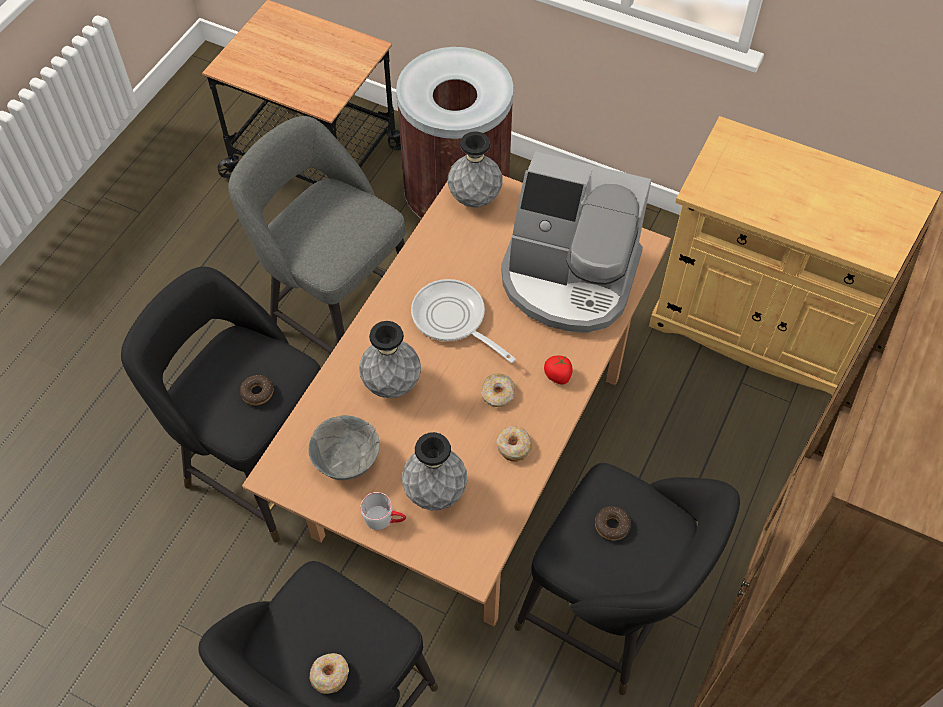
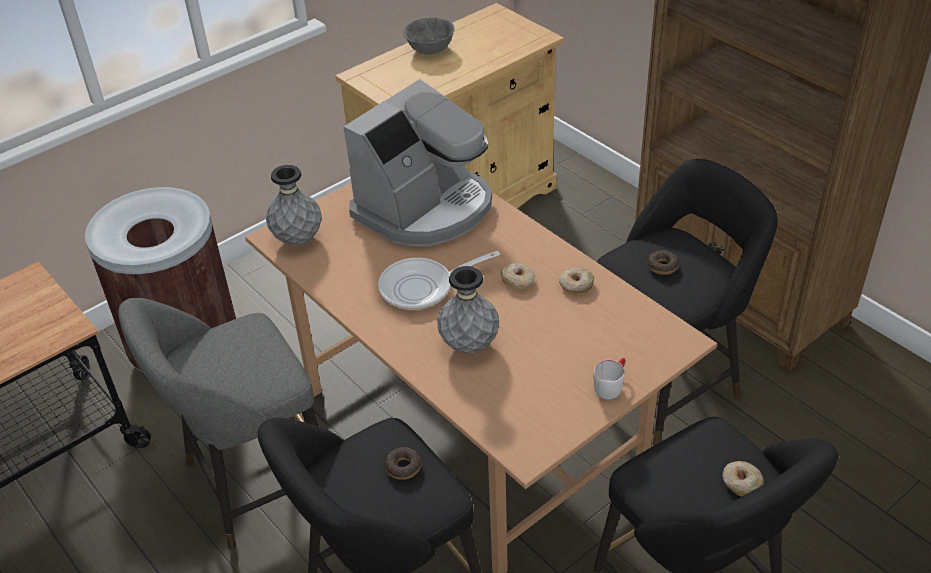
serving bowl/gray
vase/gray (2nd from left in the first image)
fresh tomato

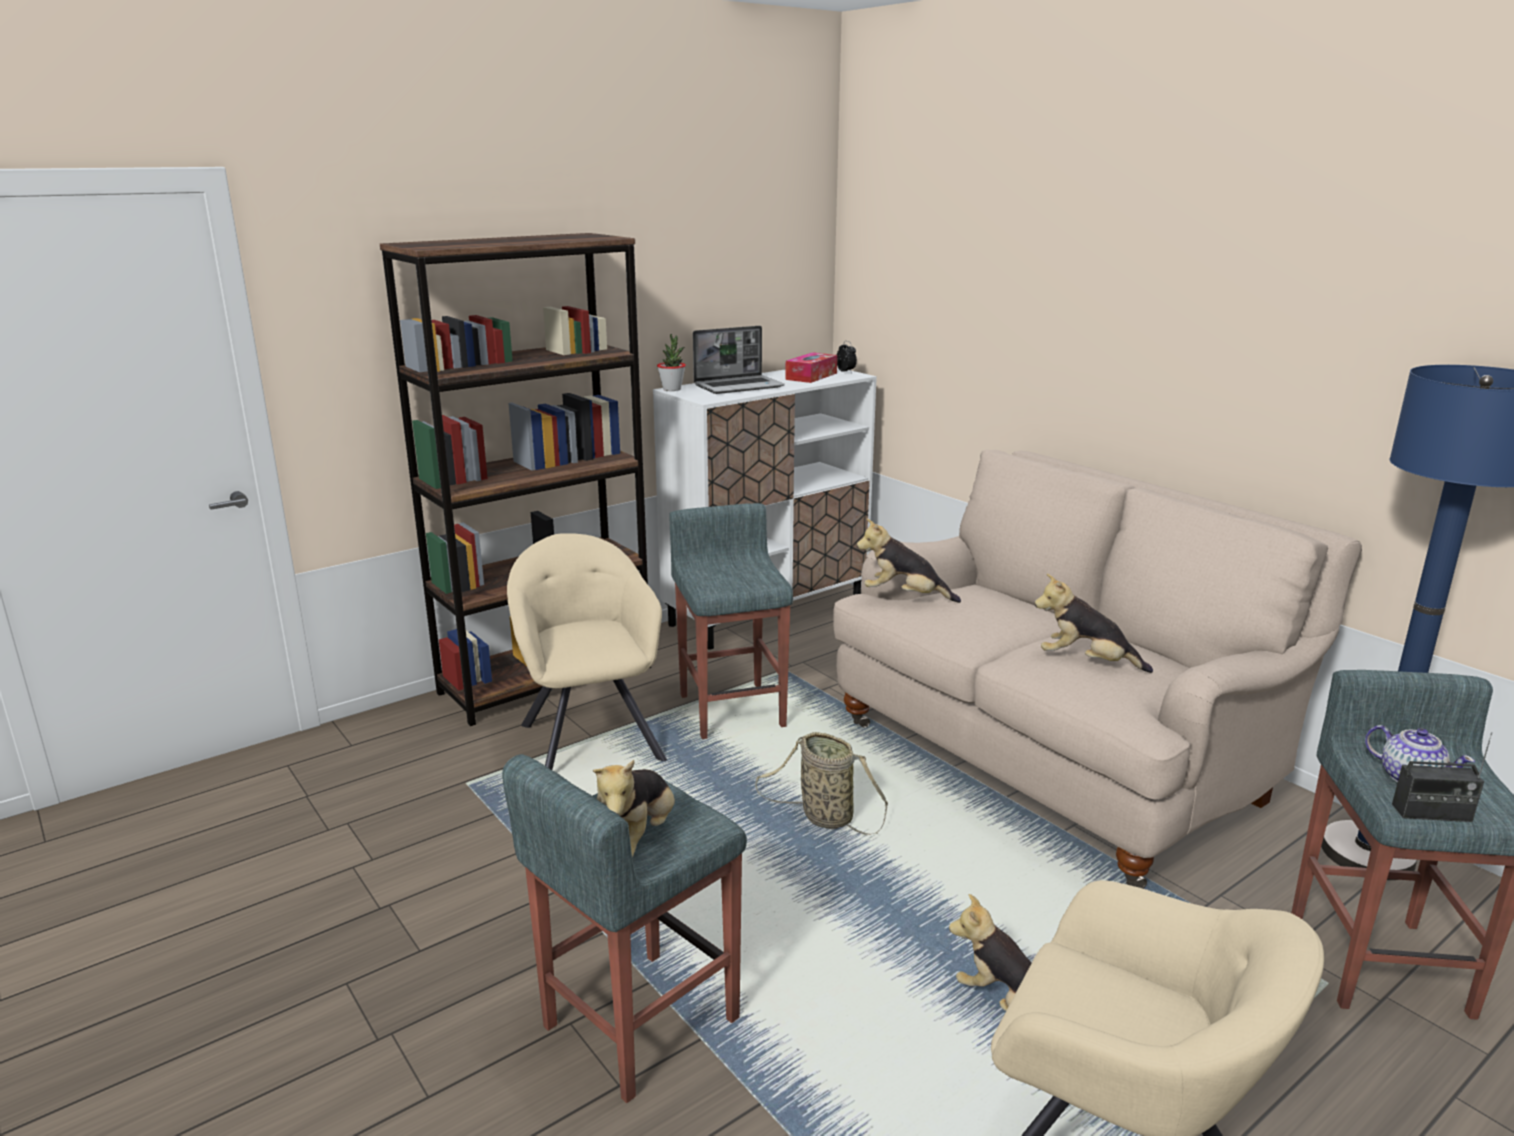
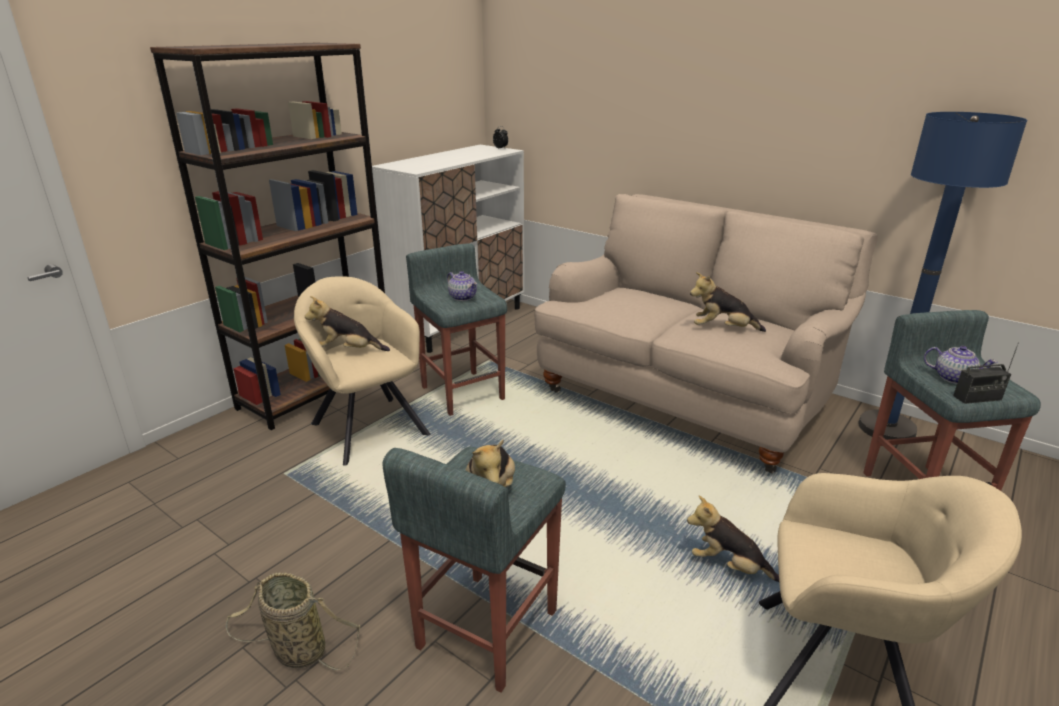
household basket
soft toy (1st from left)
pot for tea (1st from left)
potted plant
portable computer
tissue holder

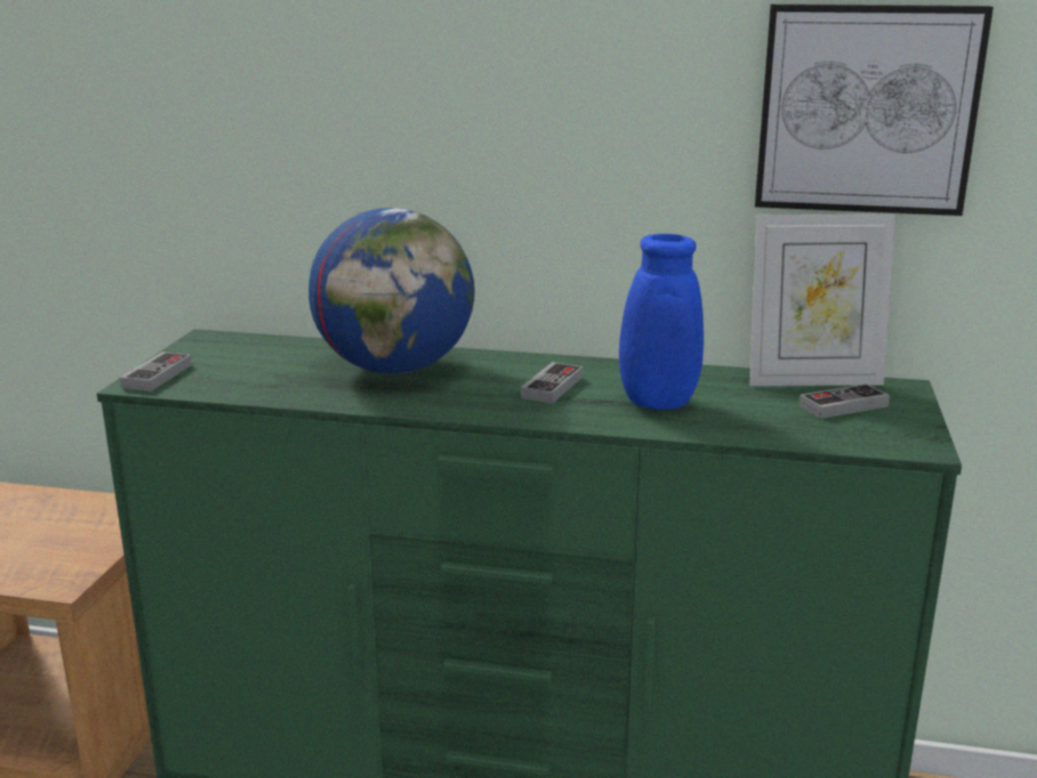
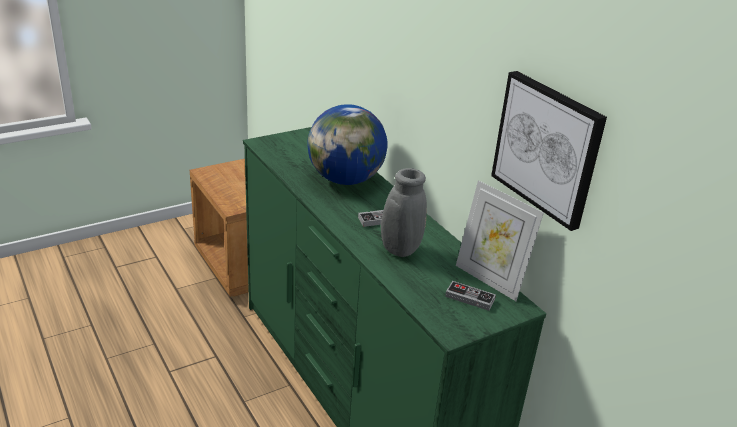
vase/gray
gamepad (1st from left in the first image)

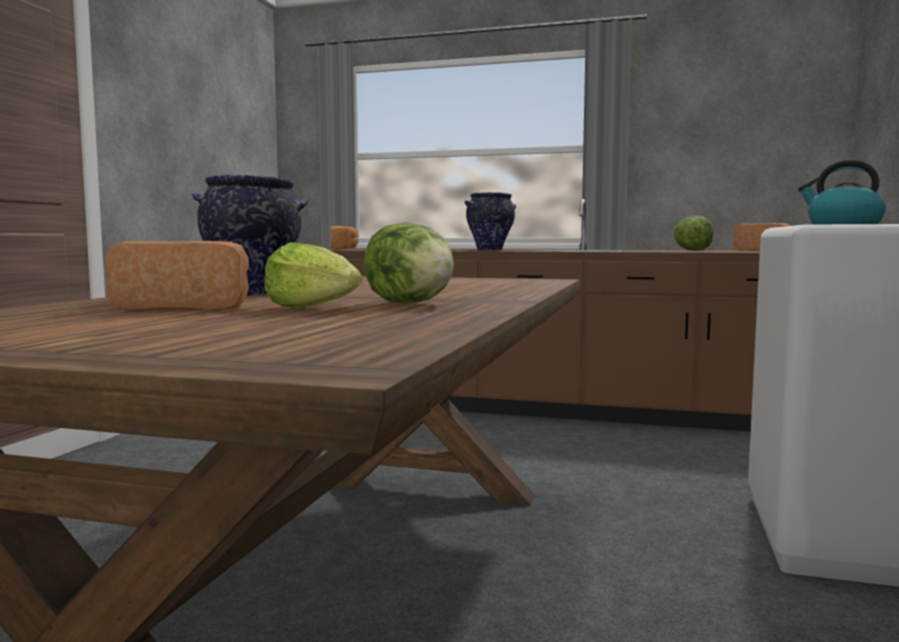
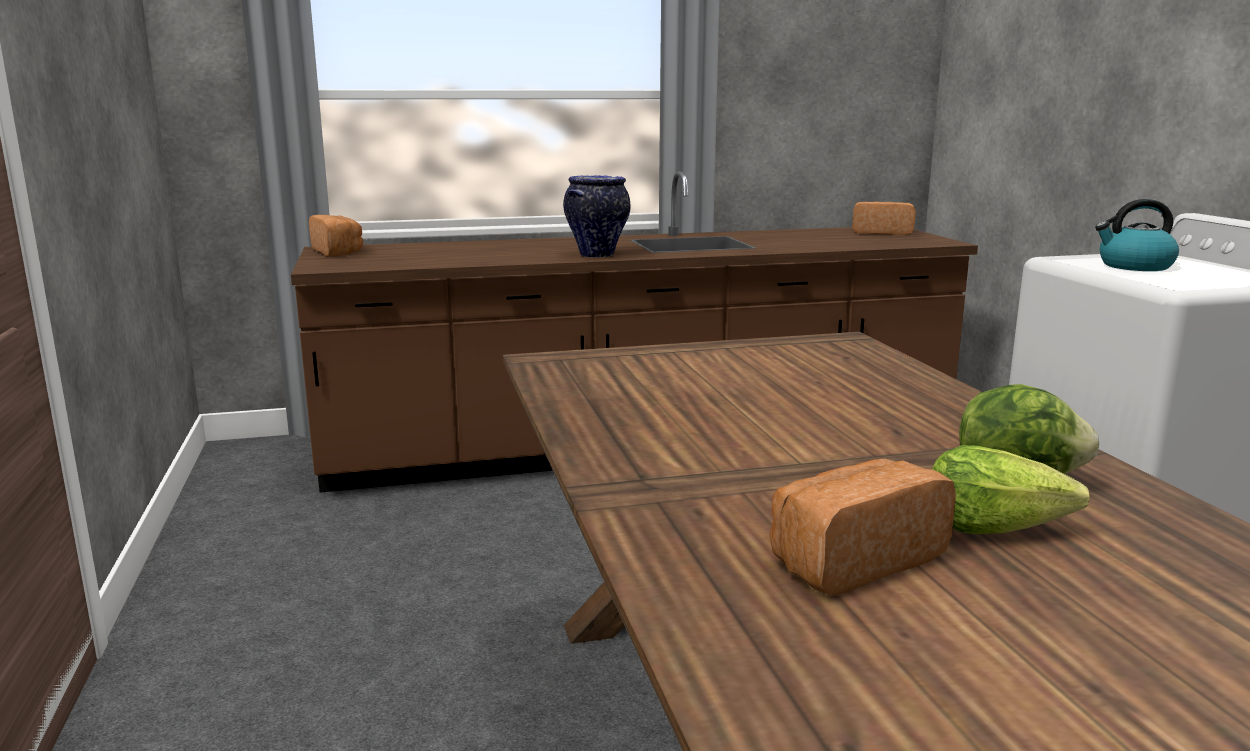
vase (1st from left in the first image)
lettuce (3rd from left in the first image)

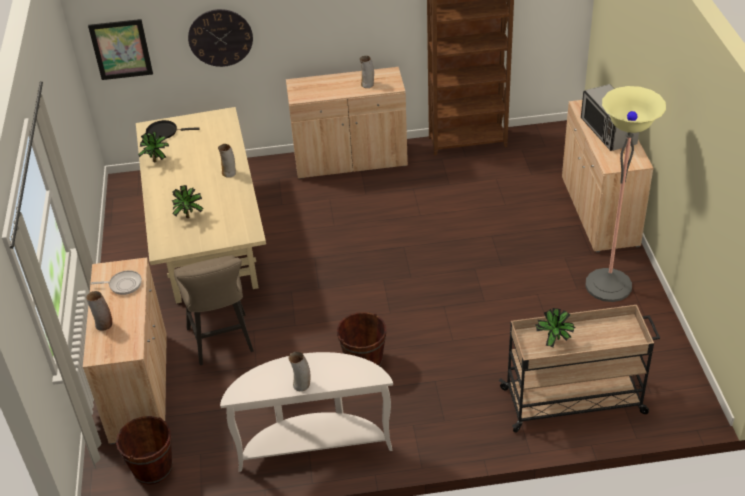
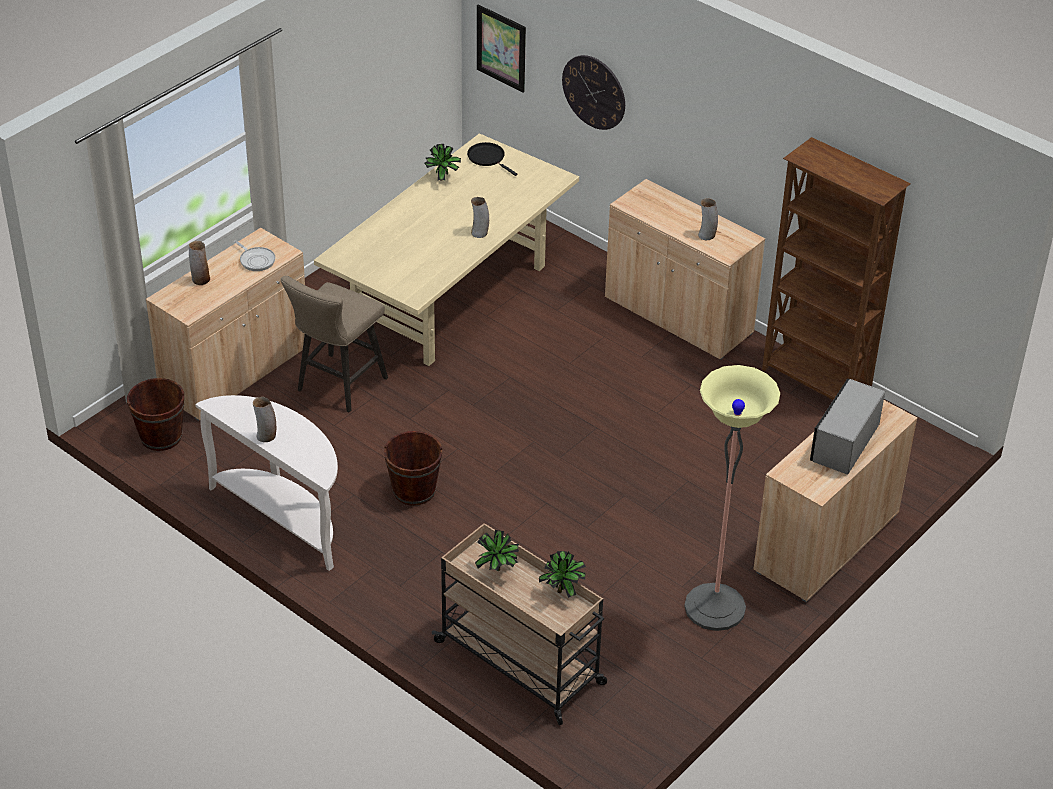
potted plant (3rd from left)

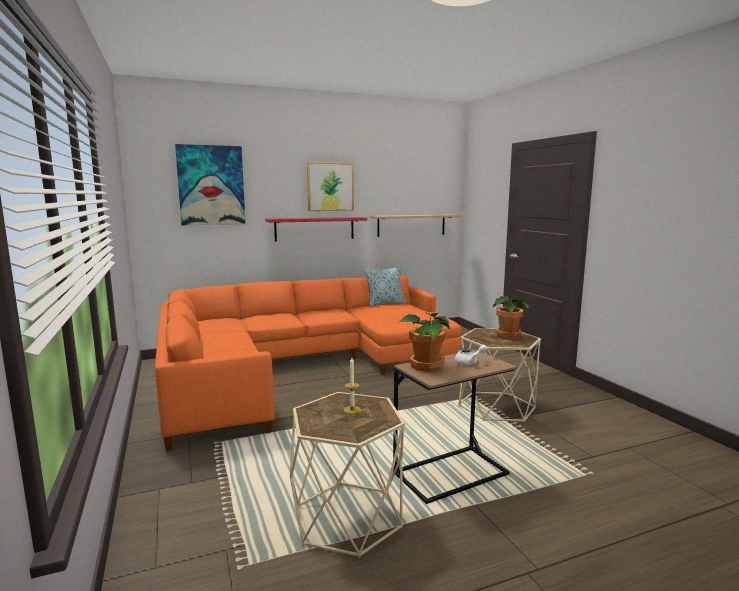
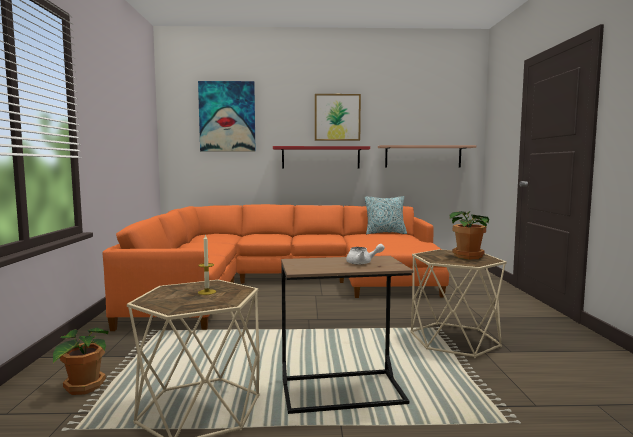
potted plant (1st from left)

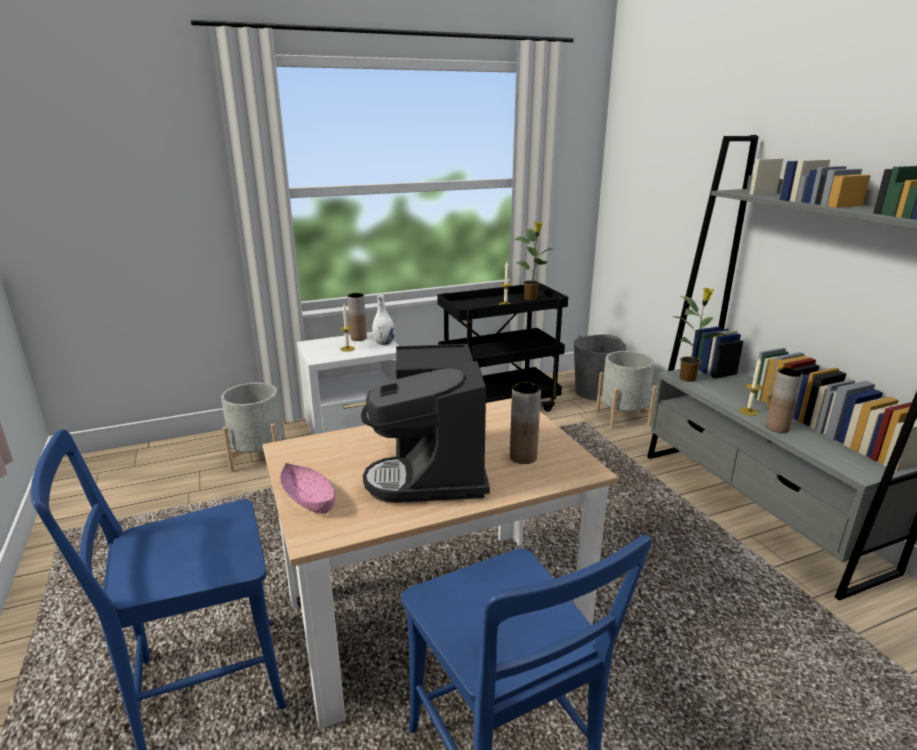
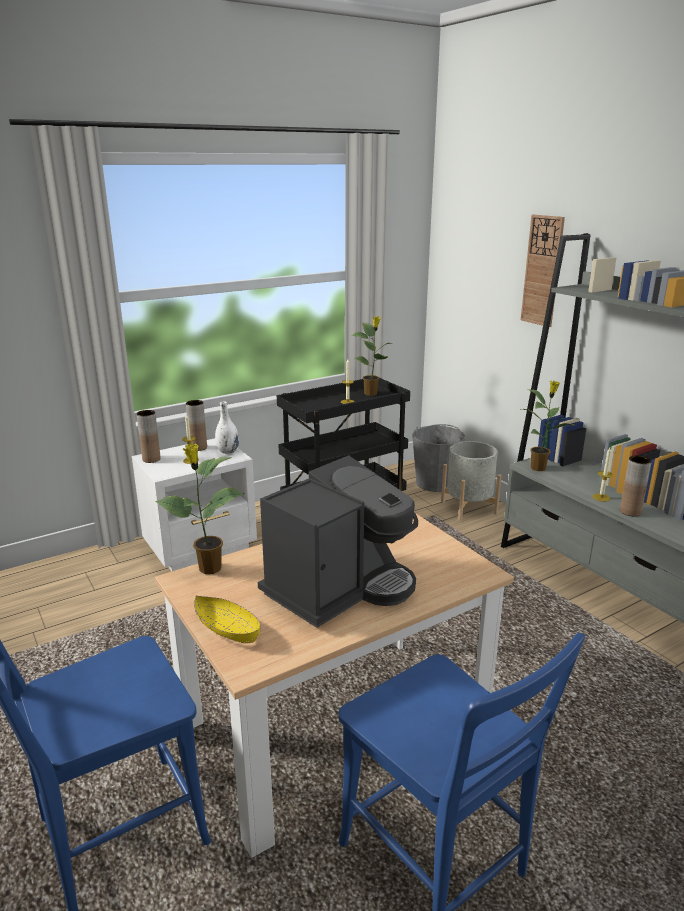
vase/brown (1st from left)
potted plant (1st from left)
serving bowl/yellow
coffee brewer
hanging clock
flower pot/gray (1st from left in the first image)

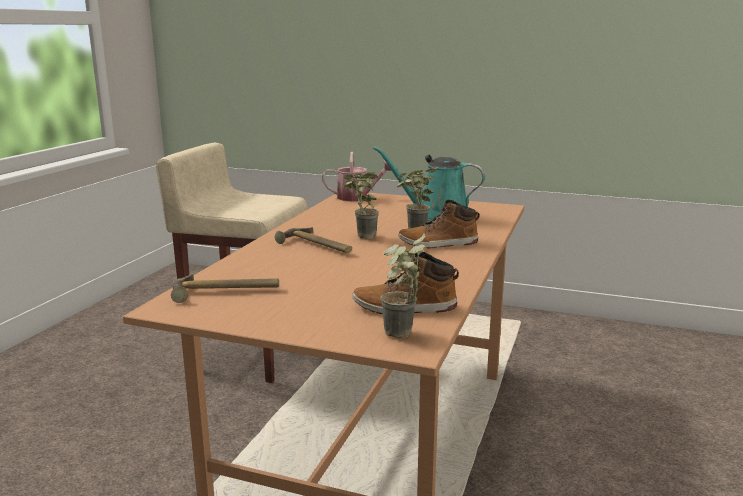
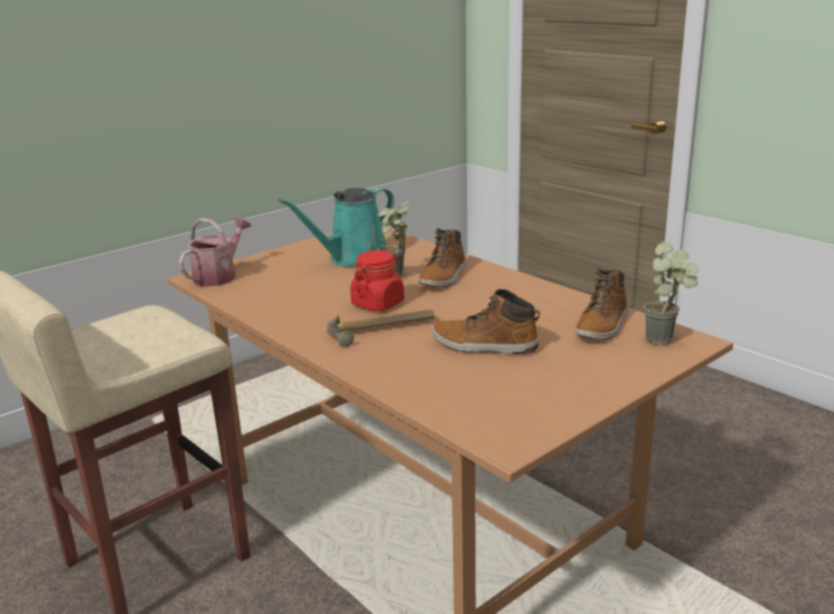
storage jar/red-coloured
boot (2nd from left)
hand hammer (1st from left in the first image)

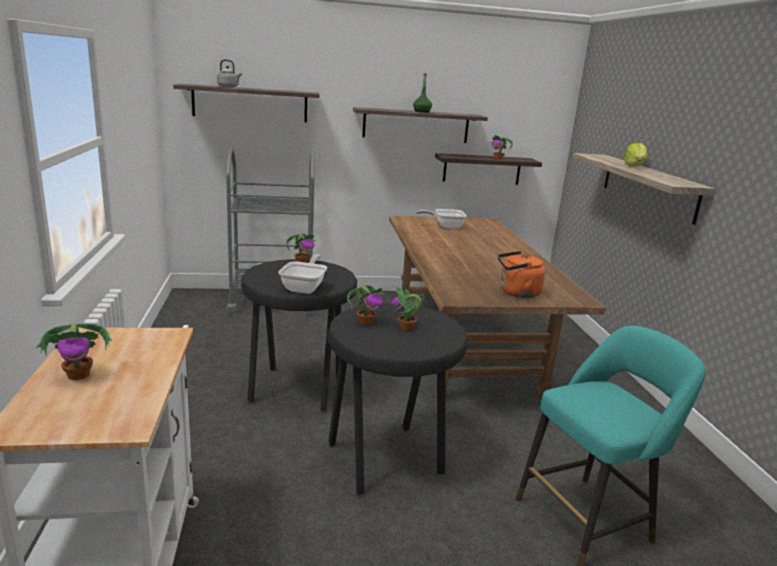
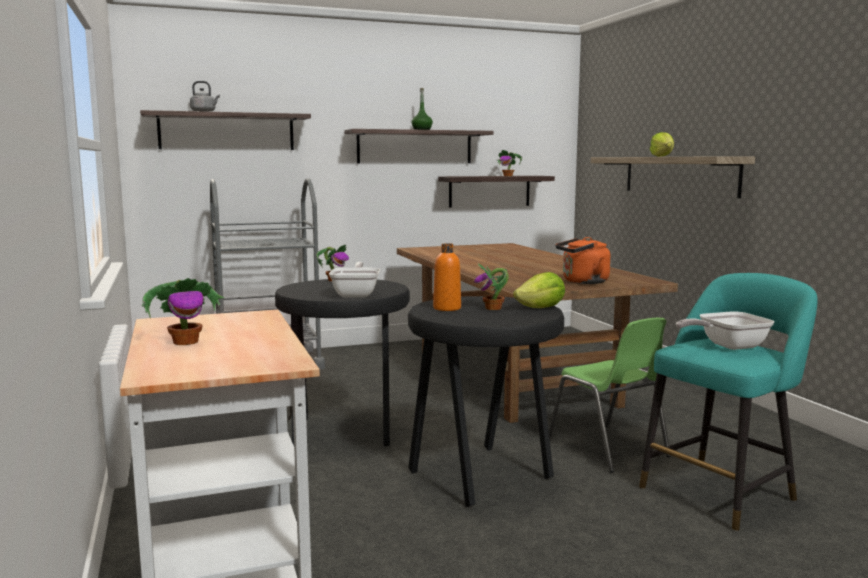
bottle/orange-coloured
lettuce (1st from left)
plain chair/greenish
frying pan (2nd from left)

